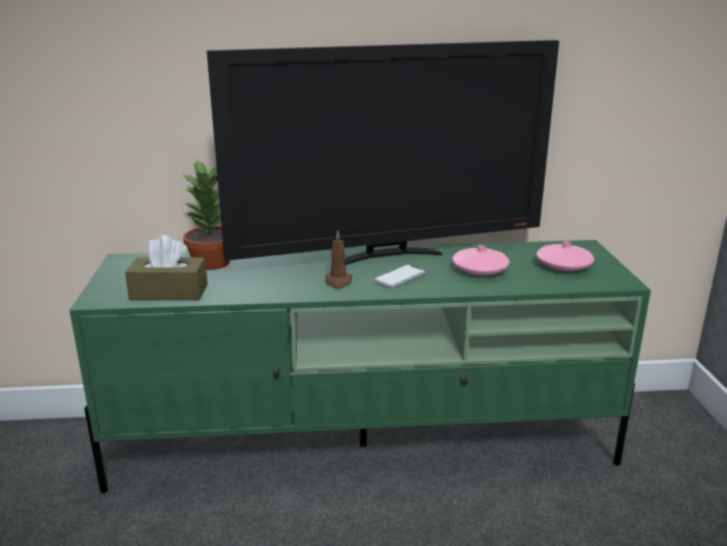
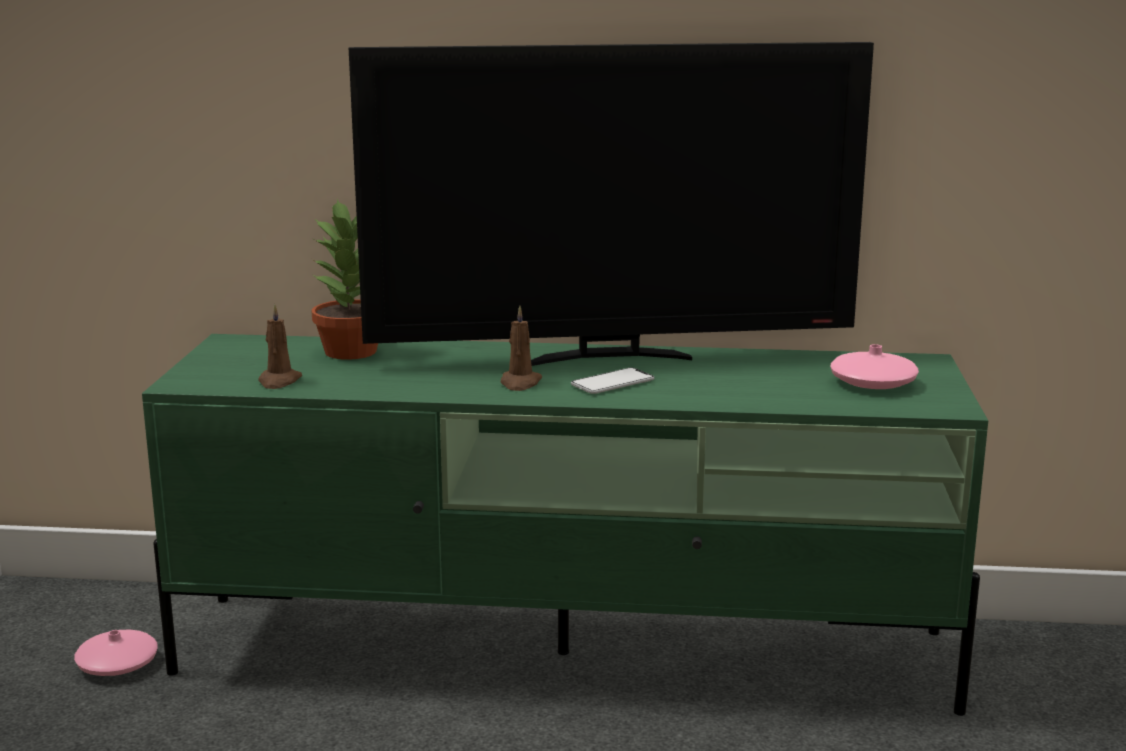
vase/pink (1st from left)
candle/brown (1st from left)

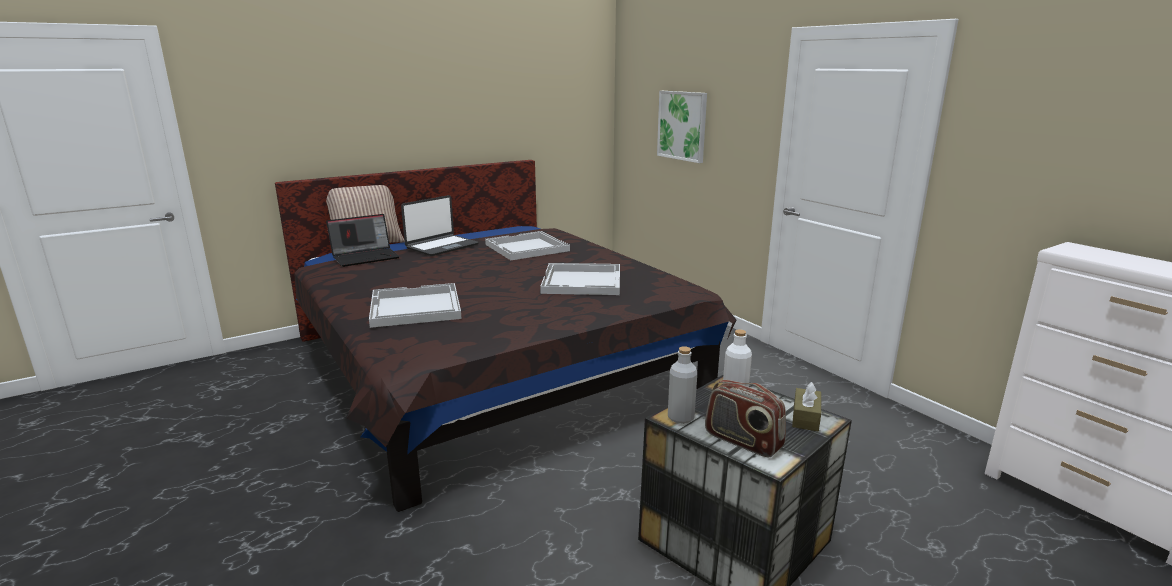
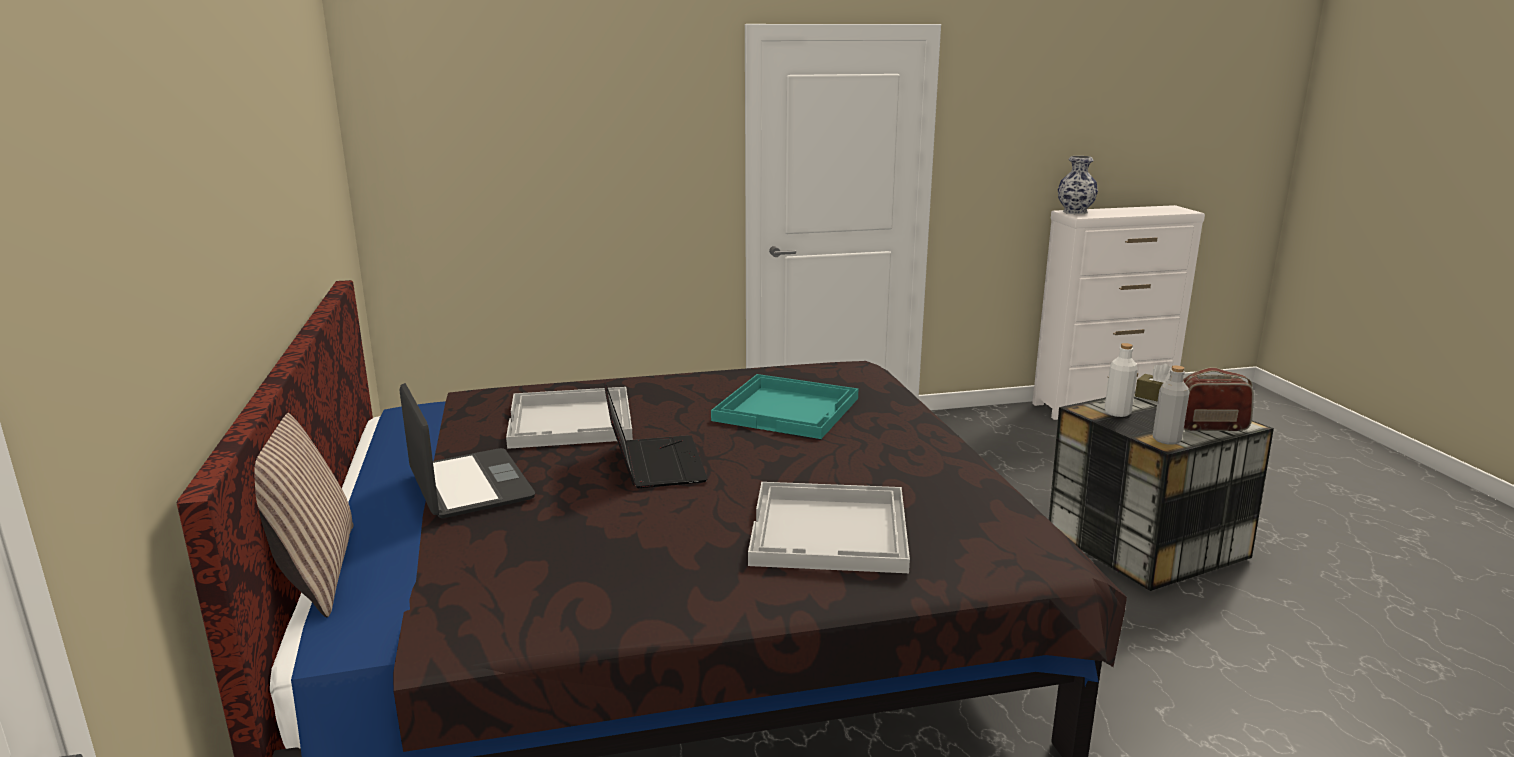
portable computer (2nd from left)
tray/blue-green
vase
radio
wall art

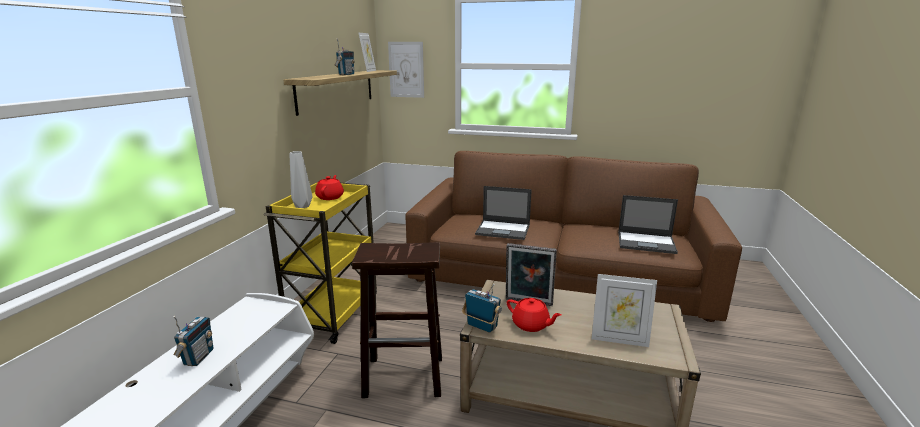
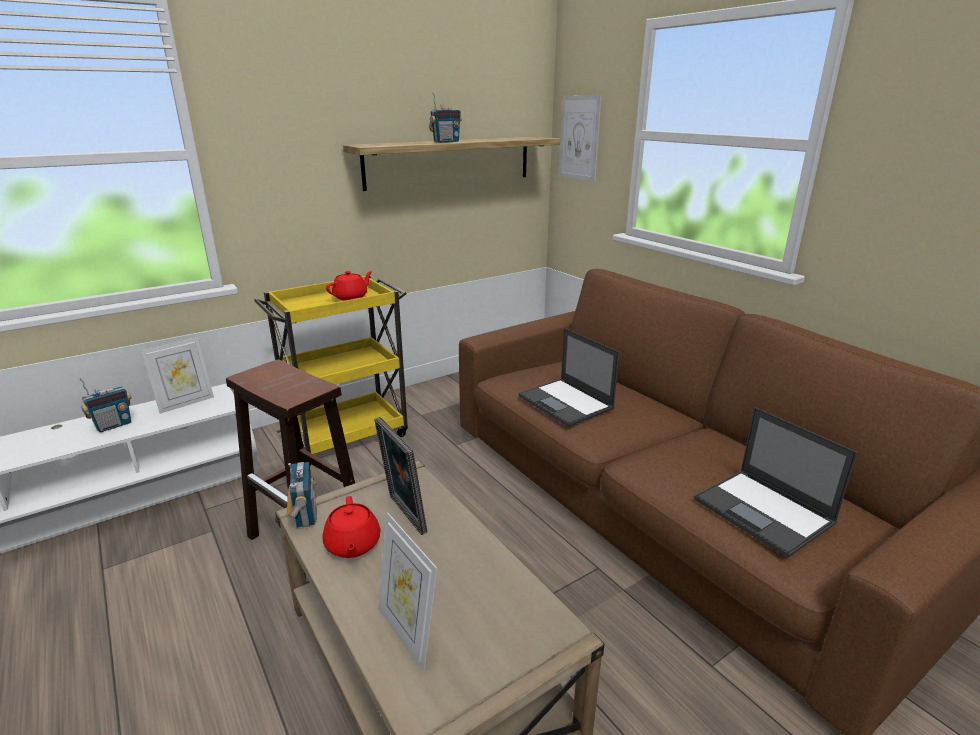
standing frame (1st from left)
vase/gray

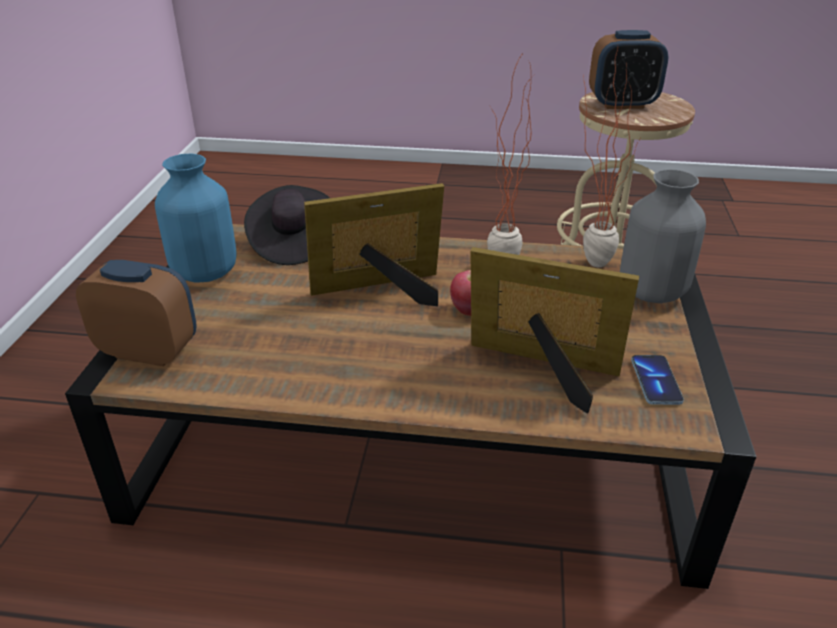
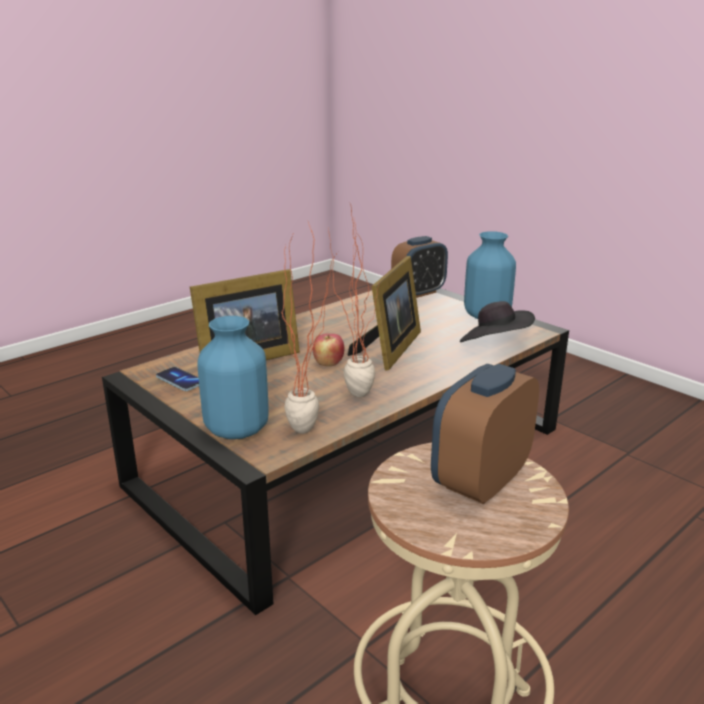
vase/bluish (1st from left)

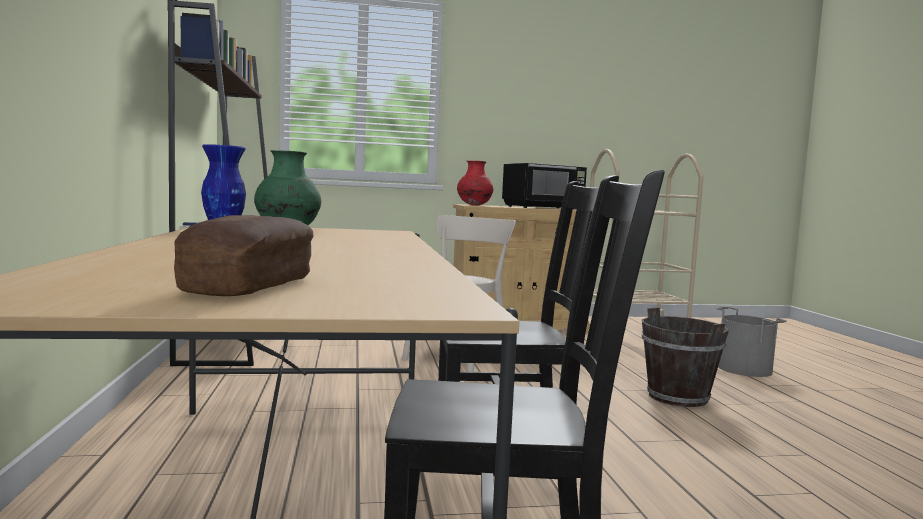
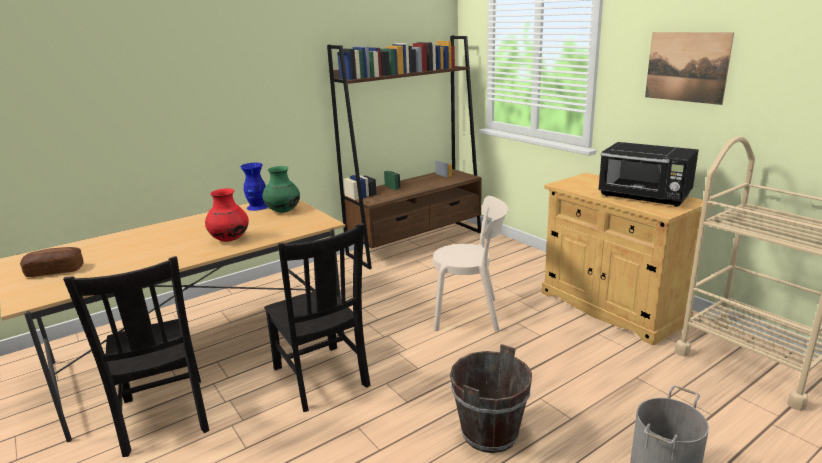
vase/red-coloured
wall art

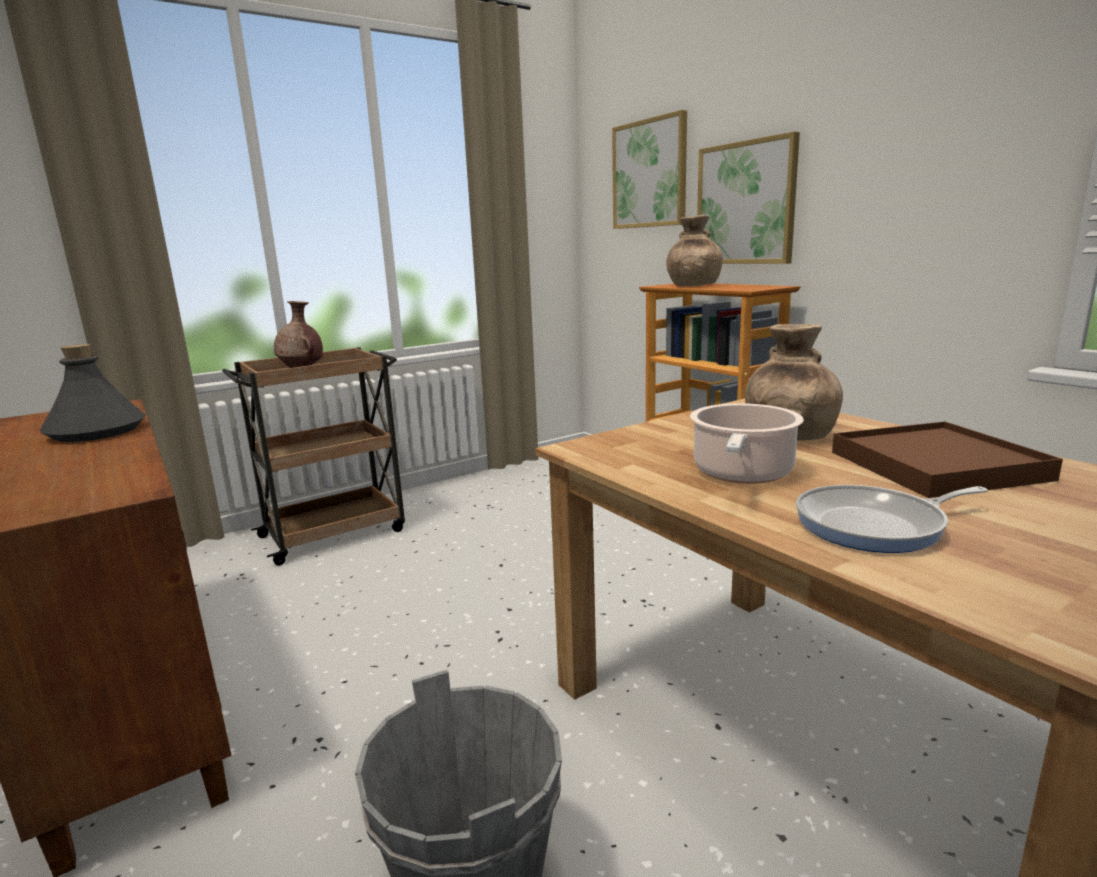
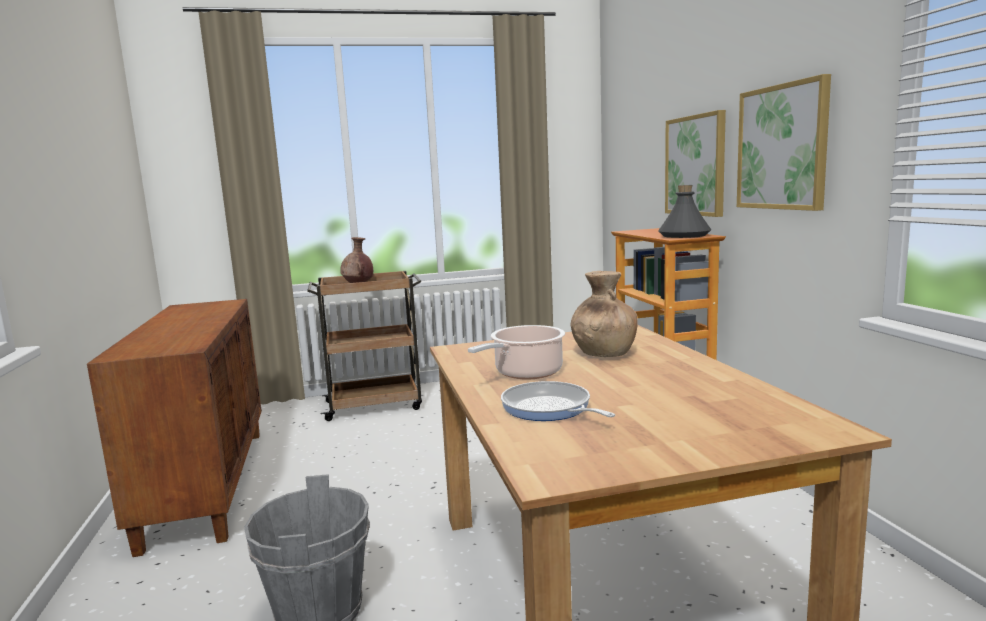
frying pan
bottle/gray
wall art (2nd from left)
vase/brown (2nd from left in the first image)
tray/brown

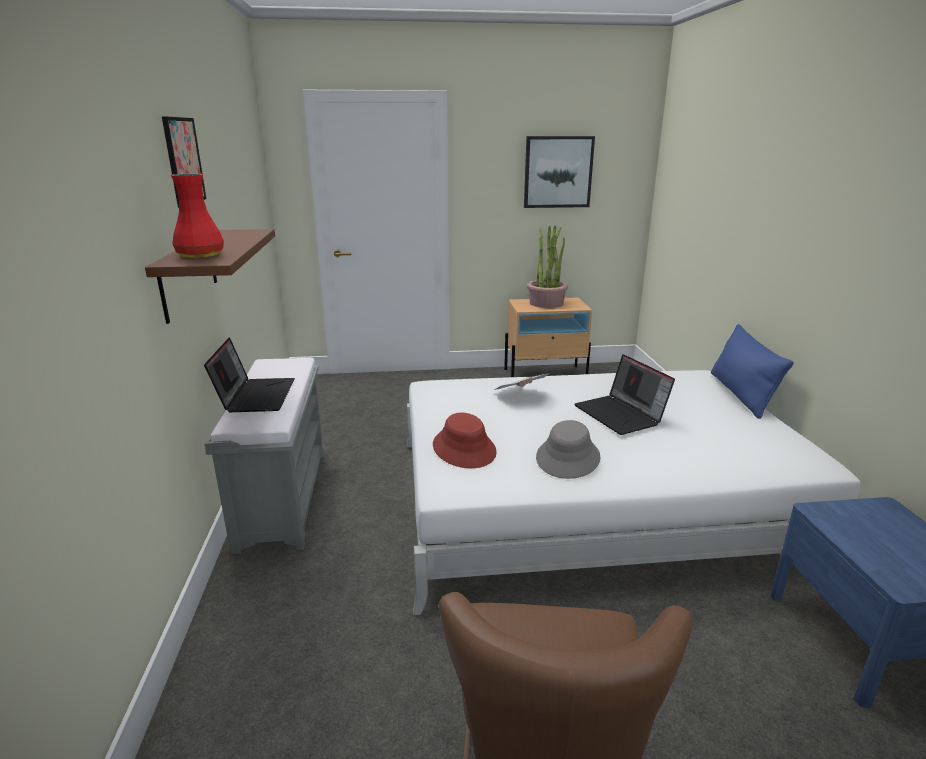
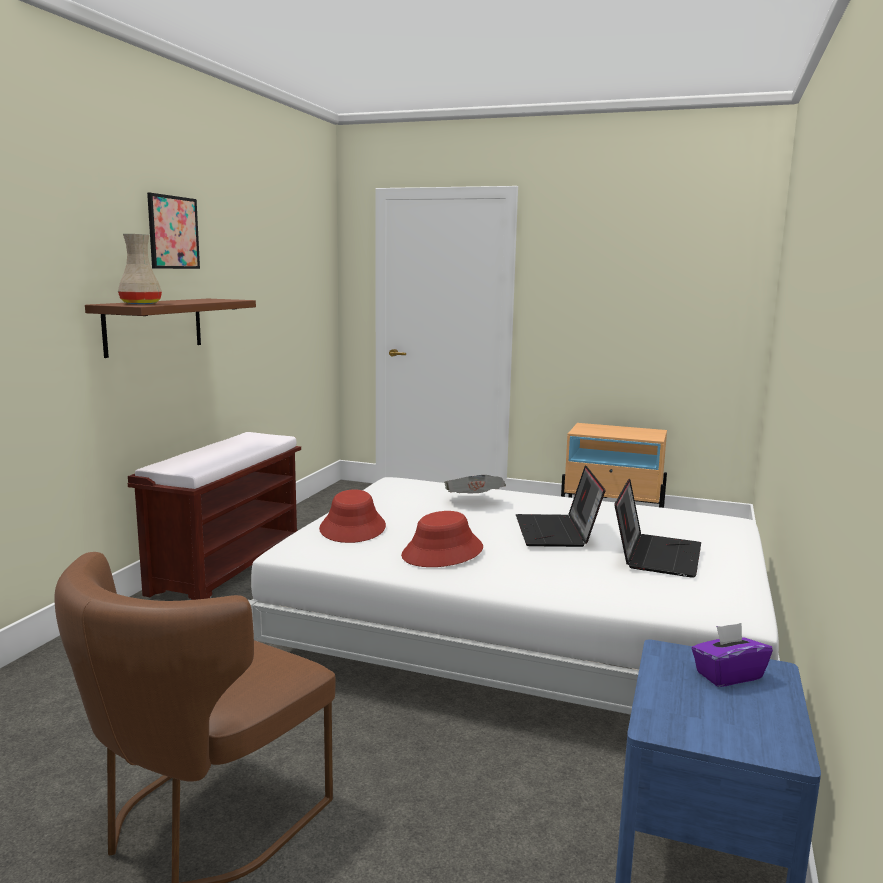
vase/sand-coloured
bench/brown
wearable hat/red-coloured (2nd from left)
portable computer (2nd from left)
tissue holder/purplish
wall art (2nd from left in the first image)
potted plant
cushion/bluish

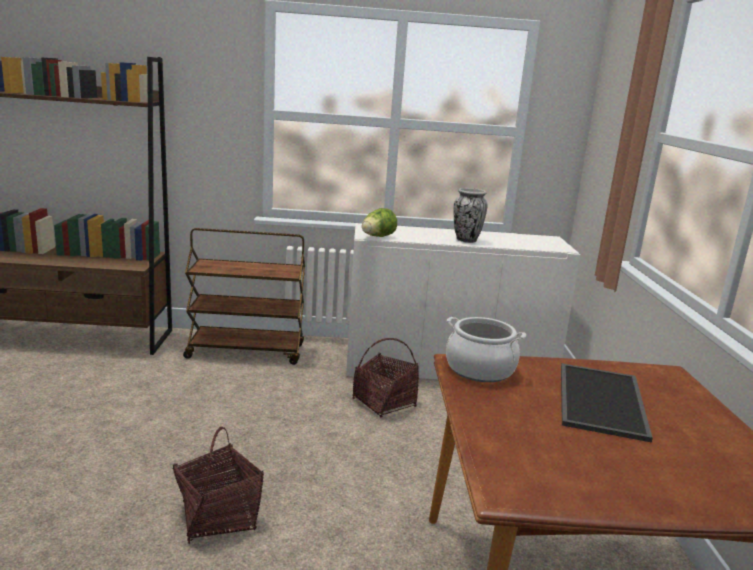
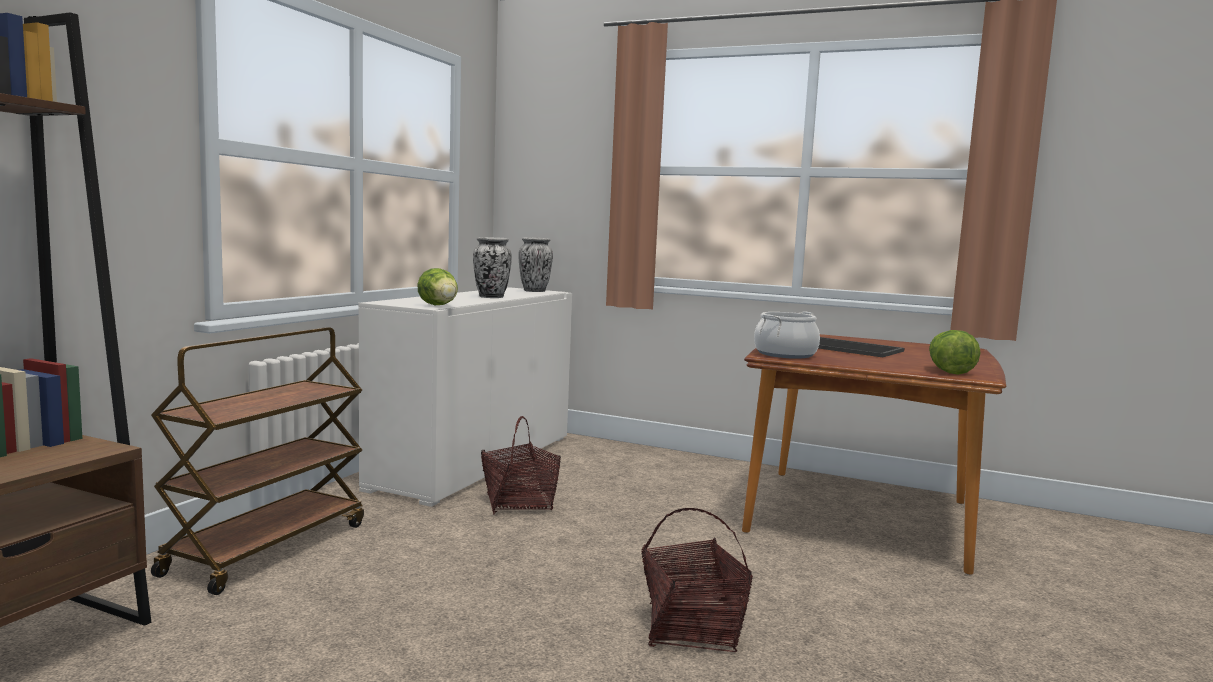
vase (2nd from left)
lettuce (2nd from left)

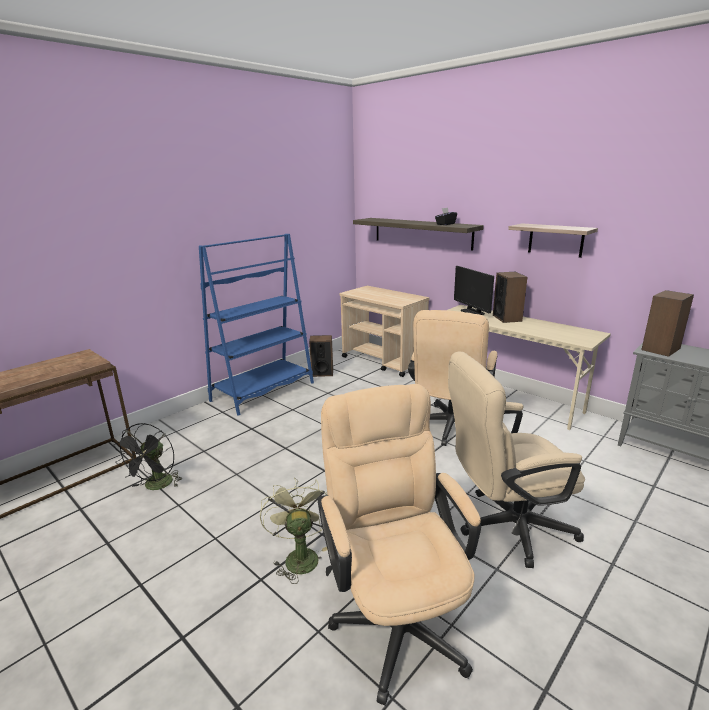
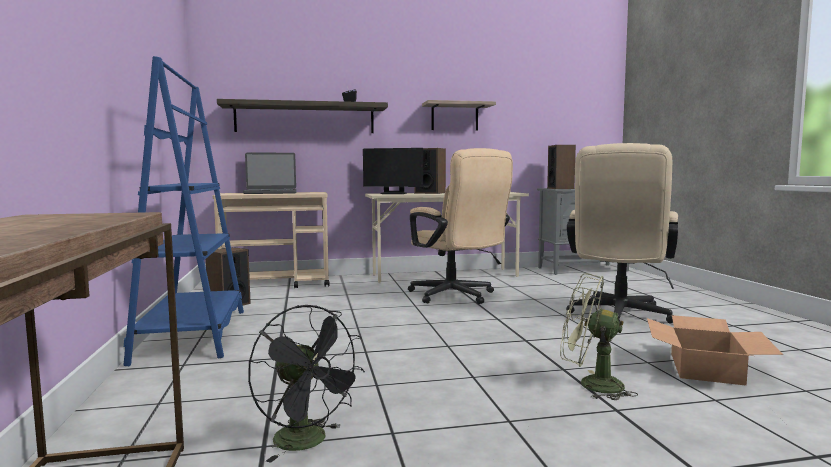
portable computer
carton

